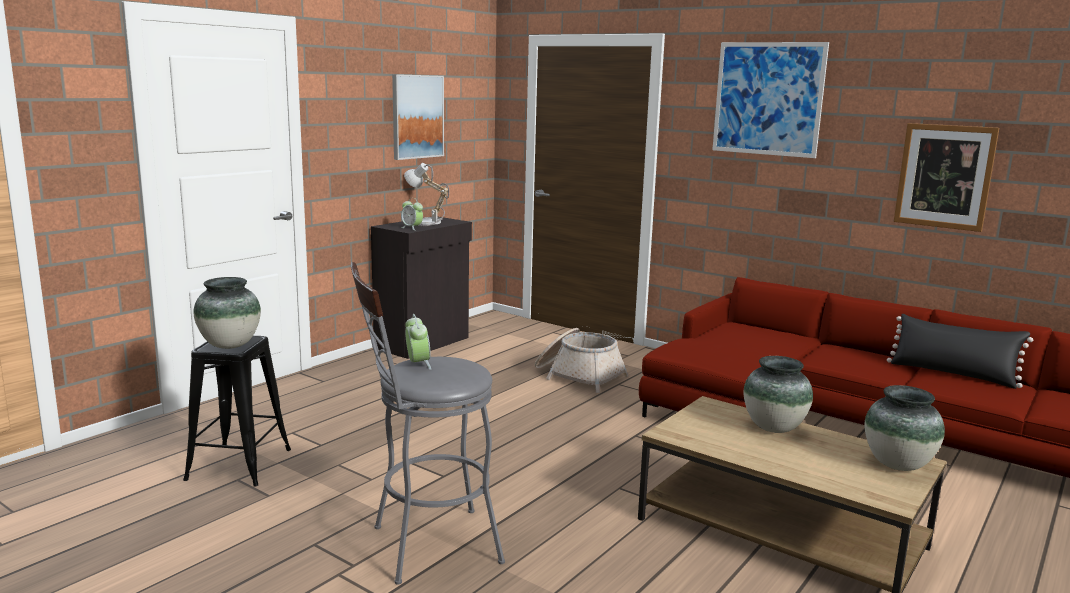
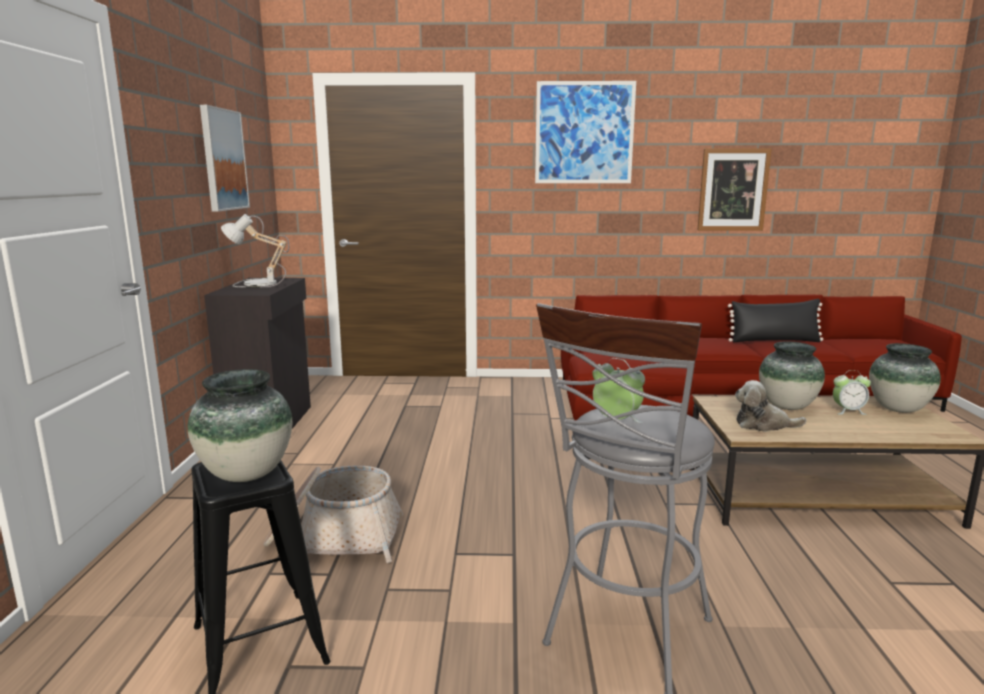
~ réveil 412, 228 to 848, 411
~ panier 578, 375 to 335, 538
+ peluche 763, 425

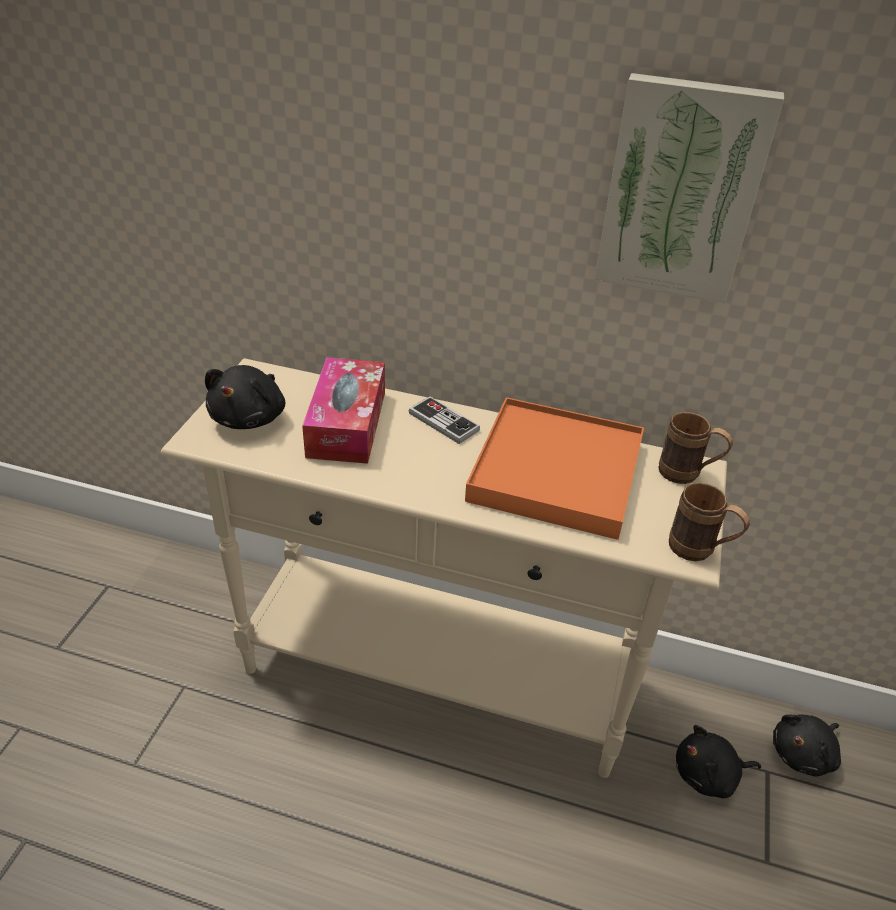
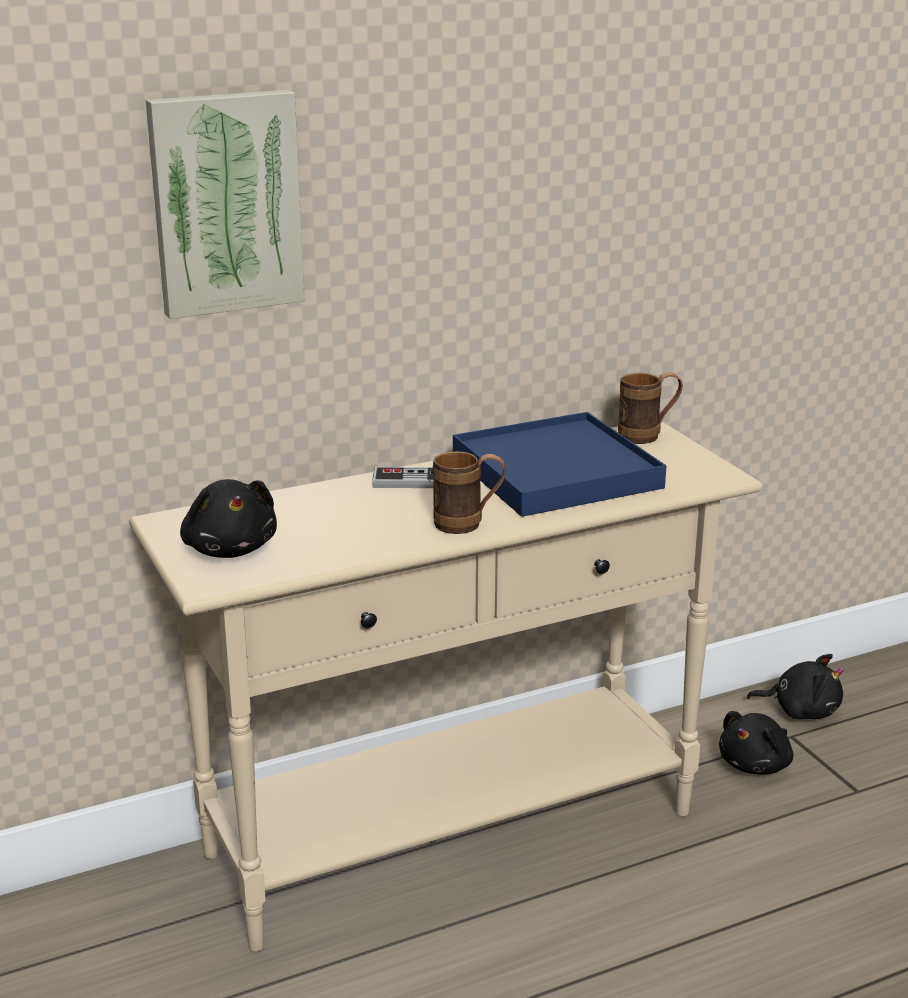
- boîte à mouchoirs 347, 424
~ plateau (orange) 555, 472 to plateau (bleu) 556, 472
~ tableau 681, 190 to 225, 202
~ mug (marron) 699, 552 to 469, 524
~ peluche (noir) 803, 754 = 801, 710 90 degrees counterclockwise

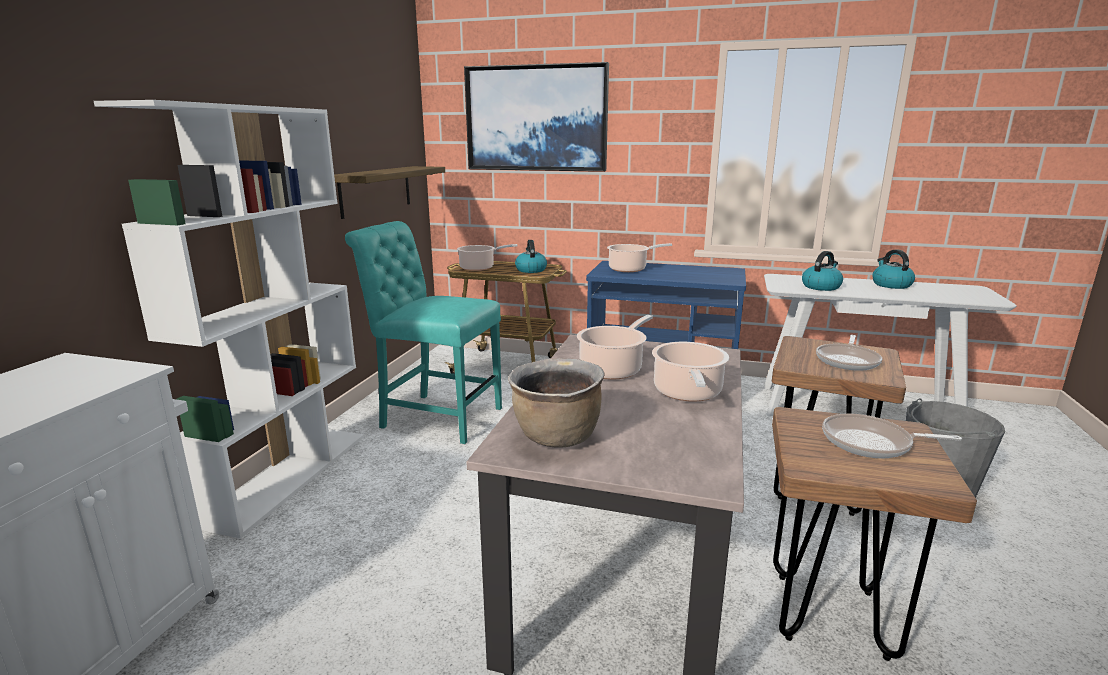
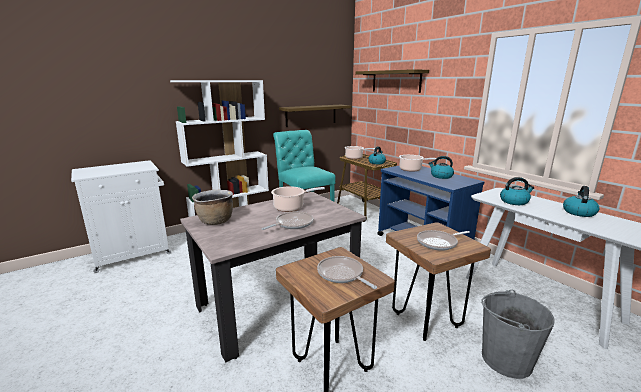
~ tableau 536, 118 to étagère 396, 81
~ marmite 687, 393 to poêle 292, 224
+ bouilloire 441, 176

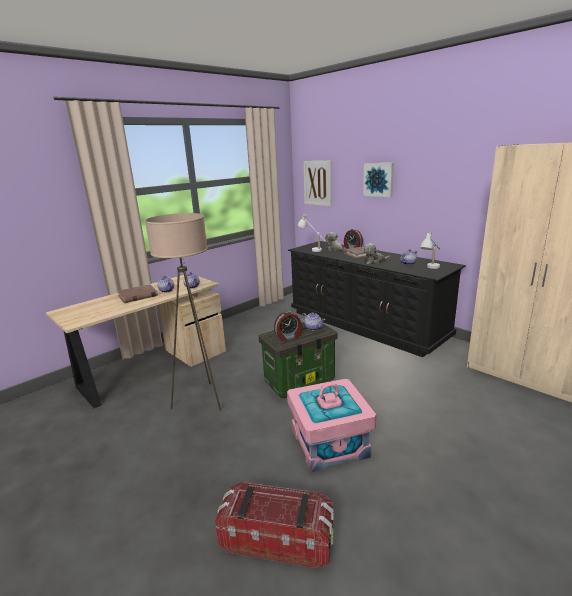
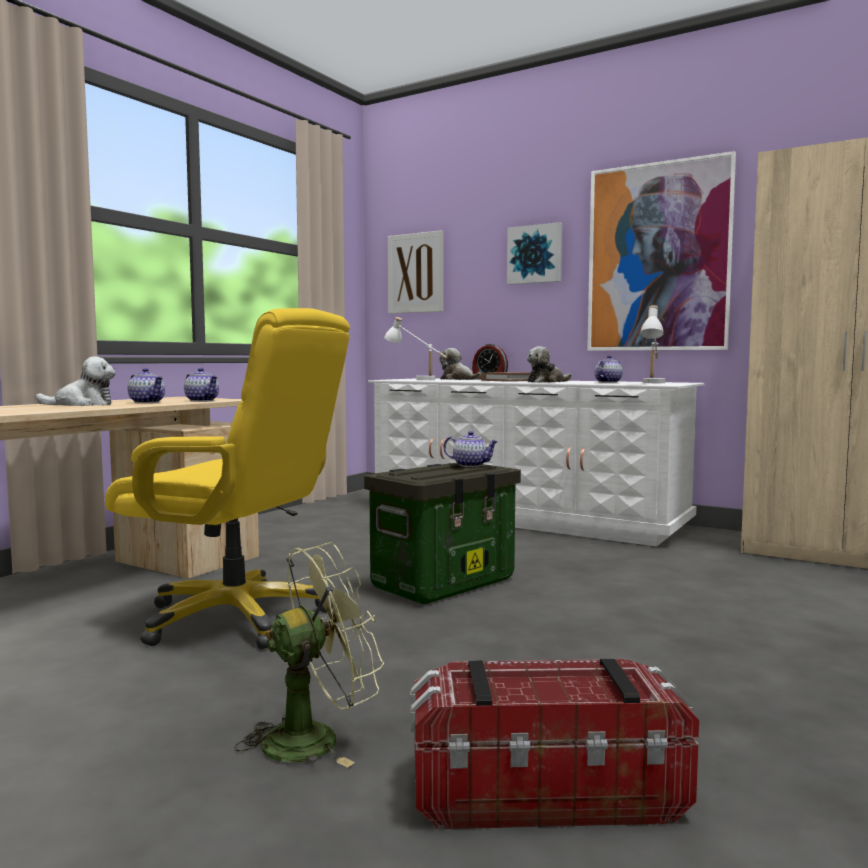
~ livre (marron) 138, 296 to peluche 82, 405
~ lampadaire (beige) 201, 400 to chaise de bureau (jaune) 237, 618
- réveil 288, 337
- boîte de rangement (rose) 329, 442
~ commode (noir) 365, 324 to commode (blanc) 524, 517
+ ventilateur (vert) 315, 738
+ tableau 658, 257

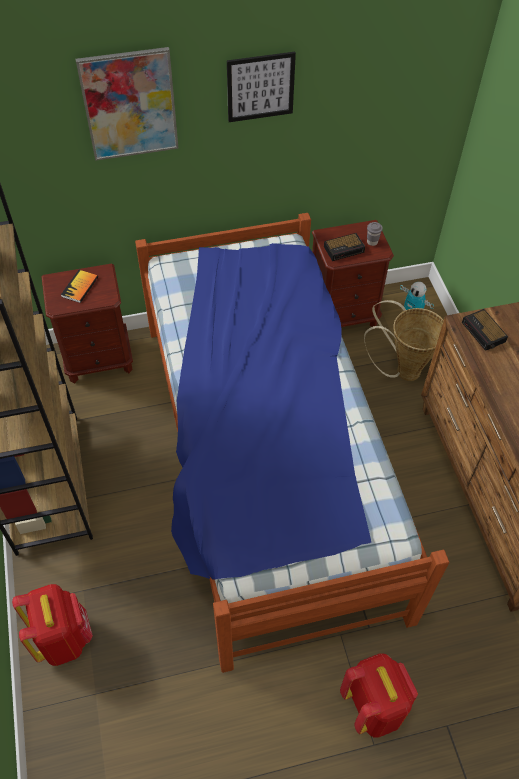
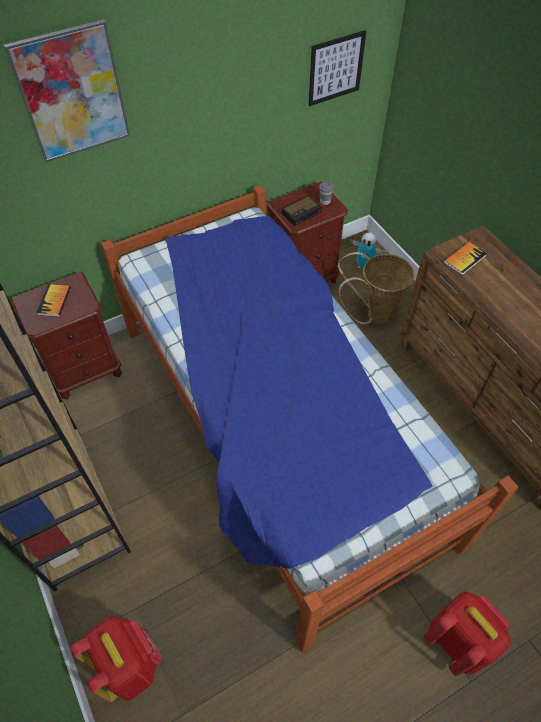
~ tableau 260, 87 to 335, 68
~ réveil 484, 333 to livre 464, 259

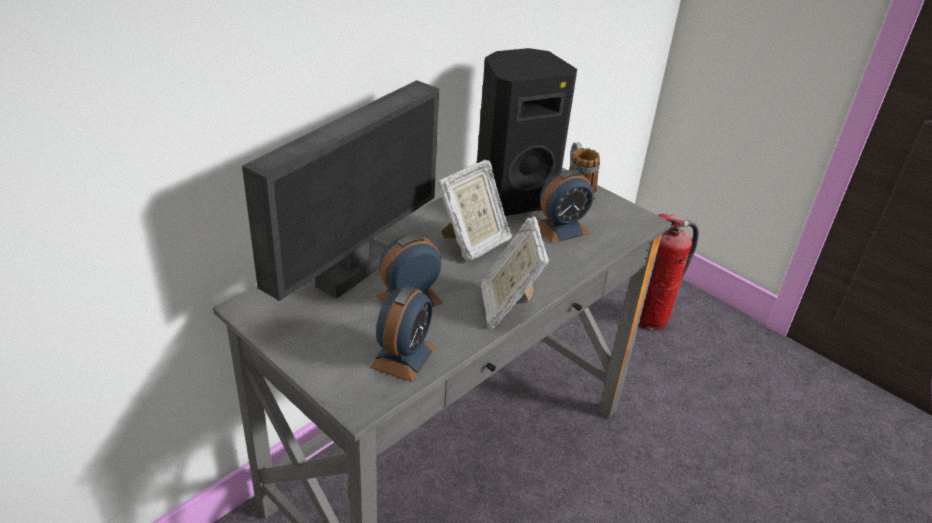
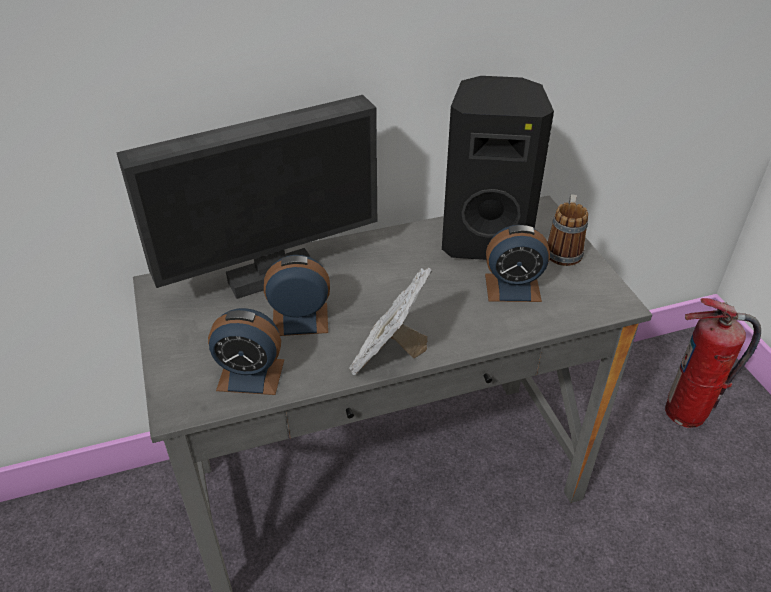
~ réveil 403, 356 = 250, 375 45 degrees clockwise
- cadre photo 473, 243

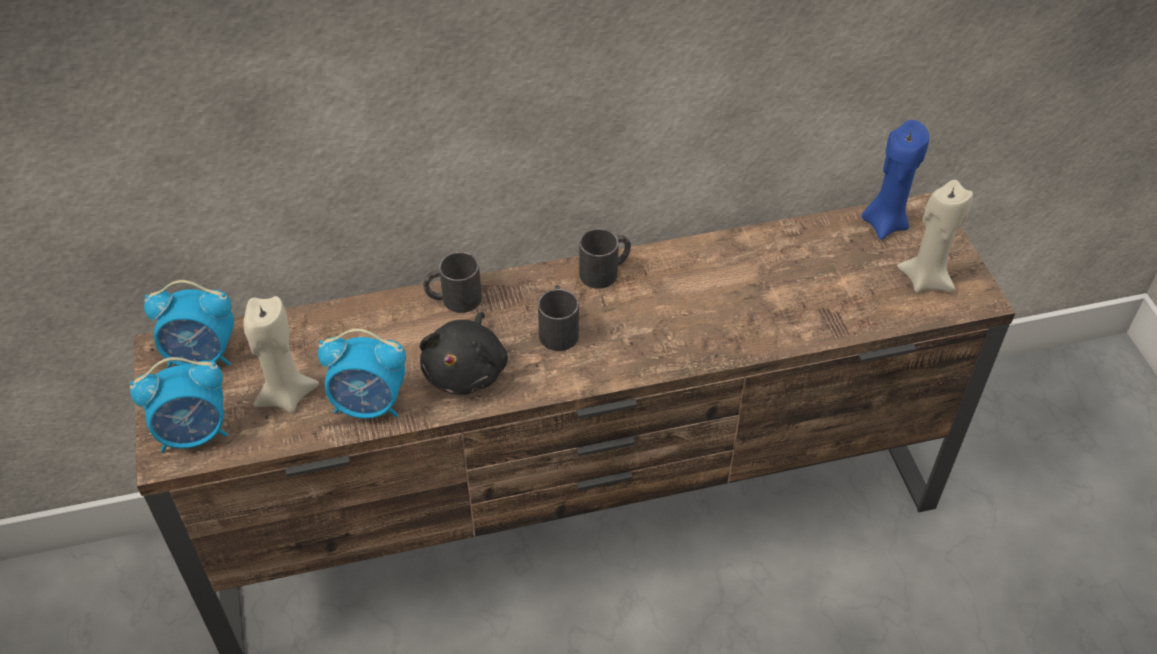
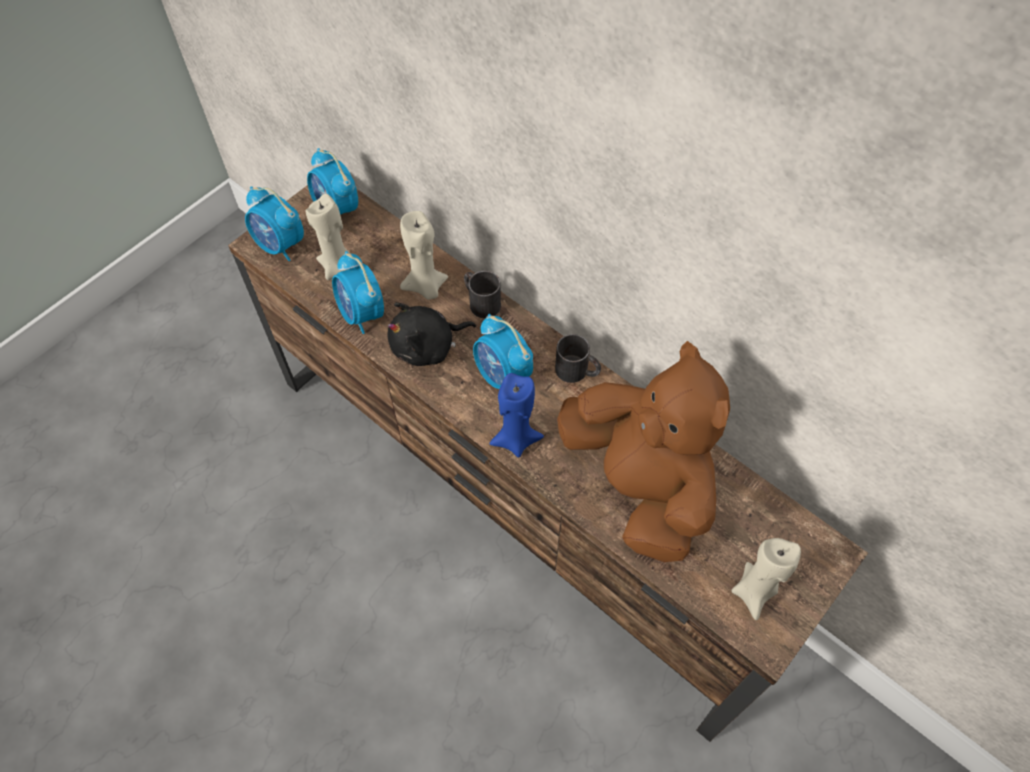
~ mug (noir) 558, 328 to réveil 502, 375
~ bougie (bleu) 884, 223 to 515, 439
+ bougie (beige) 425, 287
+ peluche (marron) 639, 485

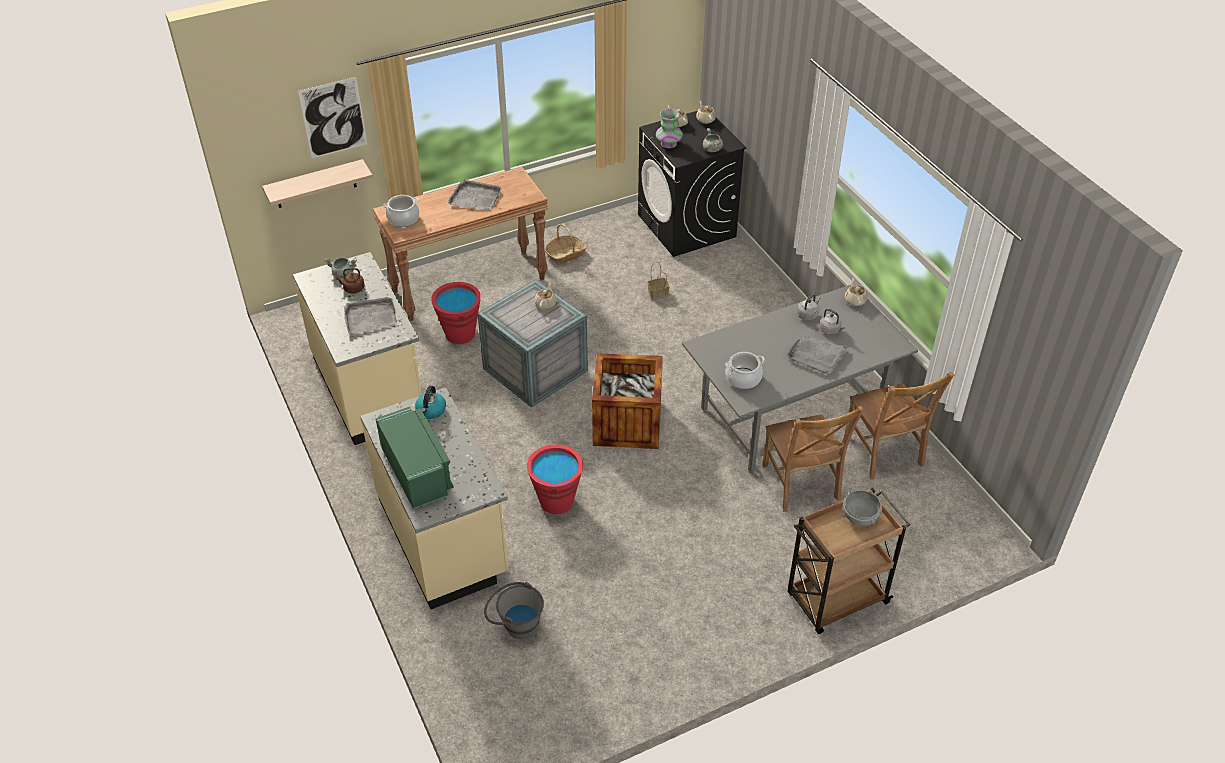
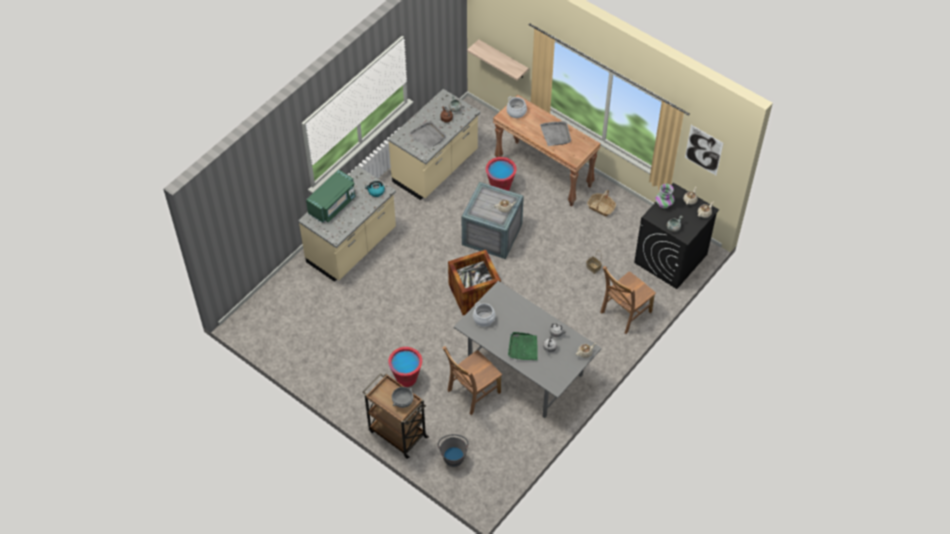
~ tableau 333, 118 to 703, 150
~ seau (gris) 515, 624 to 453, 455
~ seau (rouge) 556, 501 to 406, 378
~ plateau (gris) 817, 355 to plateau (vert) 523, 348
~ chaise (marron) 884, 453 to 624, 313

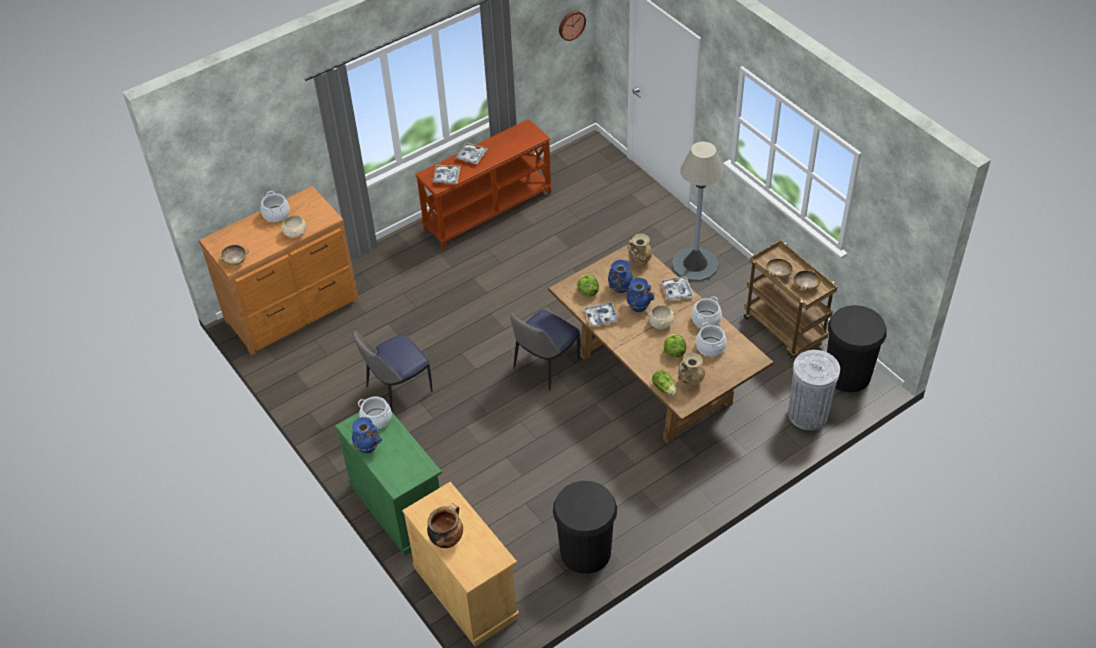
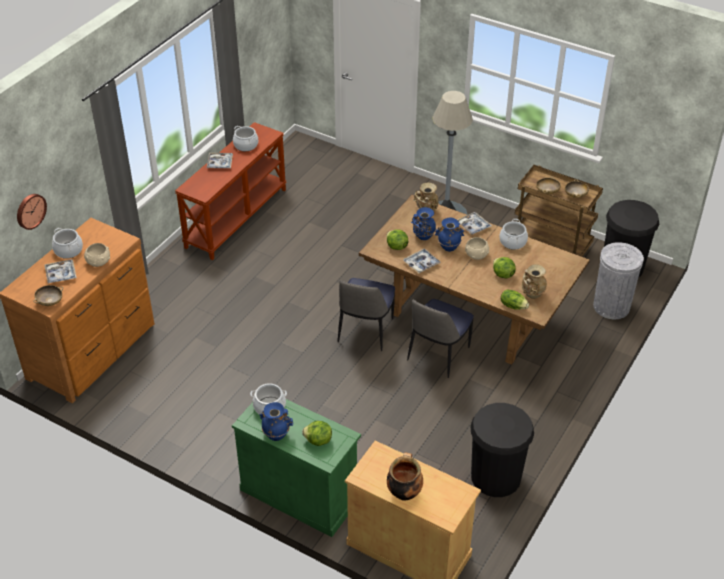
~ chaise 397, 390 to 437, 355
~ plateau 446, 177 to 61, 274
~ horloge murale 571, 25 to 30, 211
~ marmite 710, 347 to 246, 145
+ laitue 318, 441

